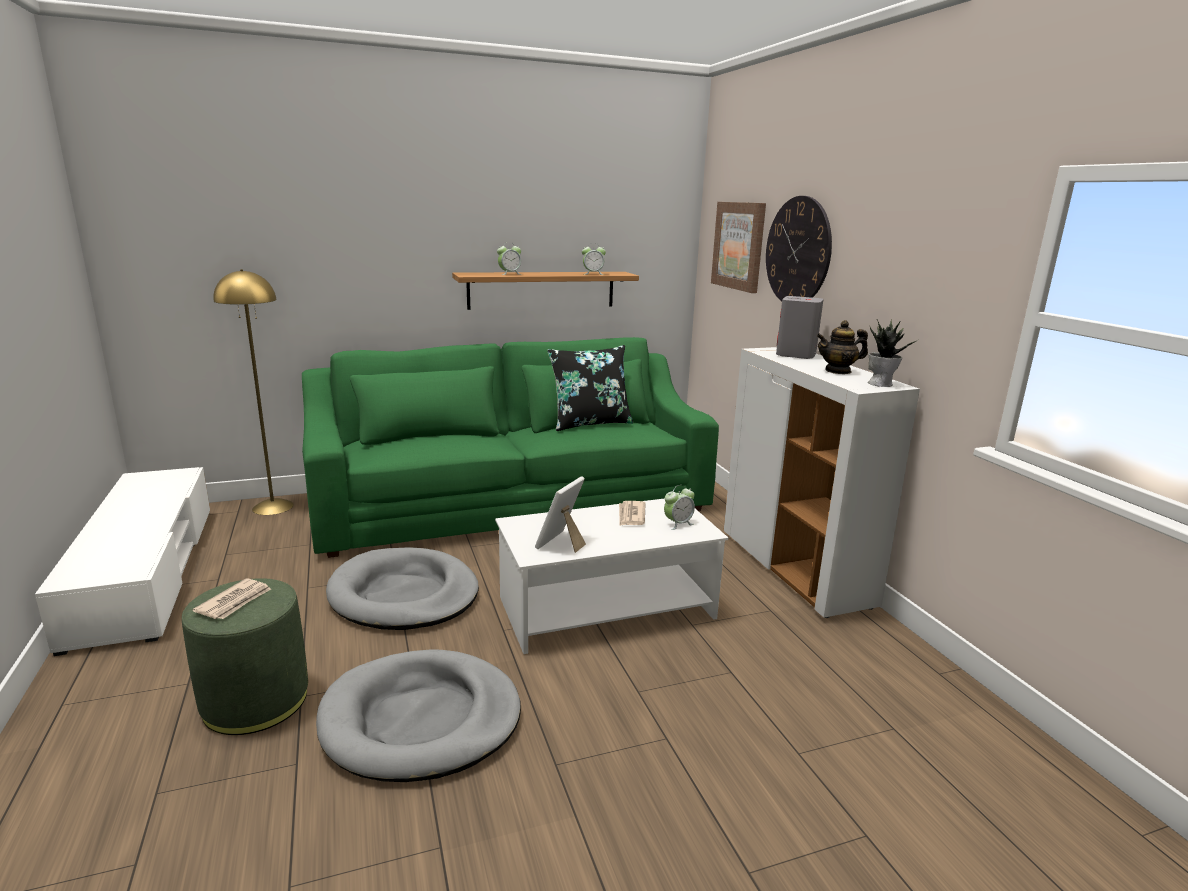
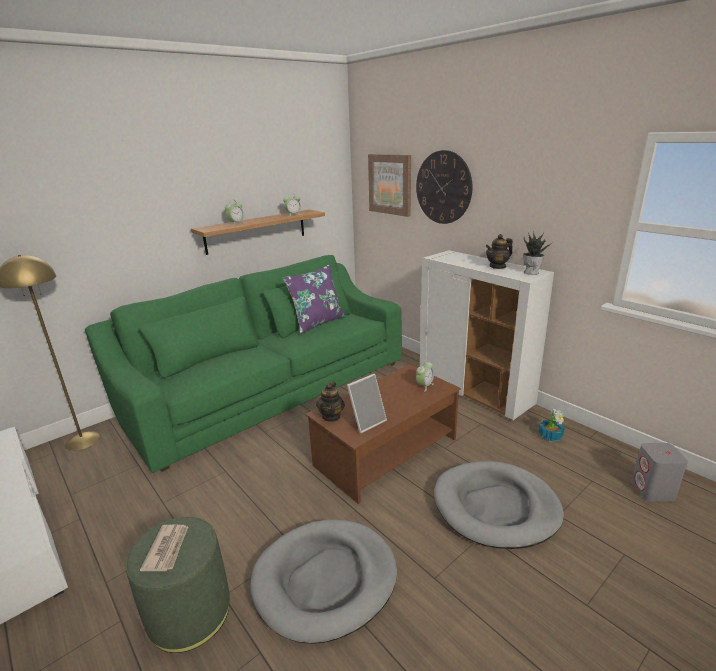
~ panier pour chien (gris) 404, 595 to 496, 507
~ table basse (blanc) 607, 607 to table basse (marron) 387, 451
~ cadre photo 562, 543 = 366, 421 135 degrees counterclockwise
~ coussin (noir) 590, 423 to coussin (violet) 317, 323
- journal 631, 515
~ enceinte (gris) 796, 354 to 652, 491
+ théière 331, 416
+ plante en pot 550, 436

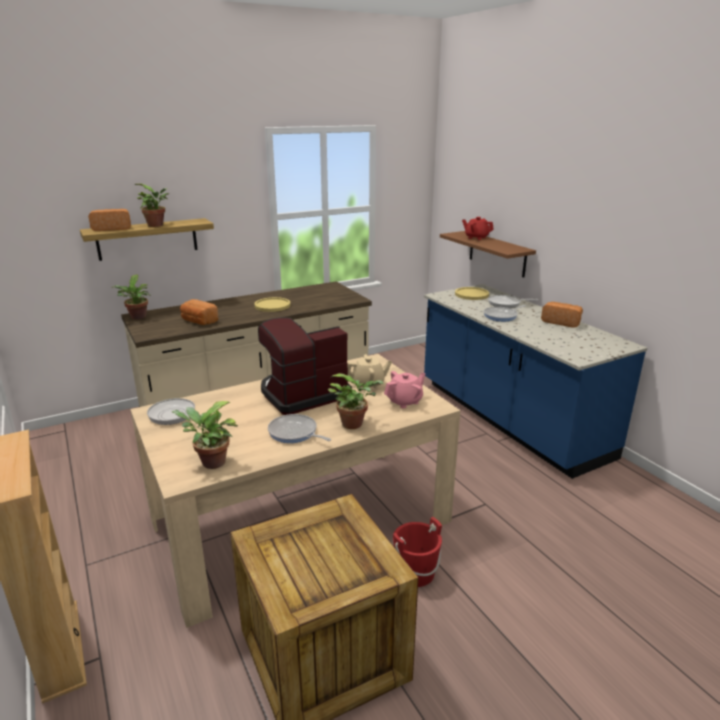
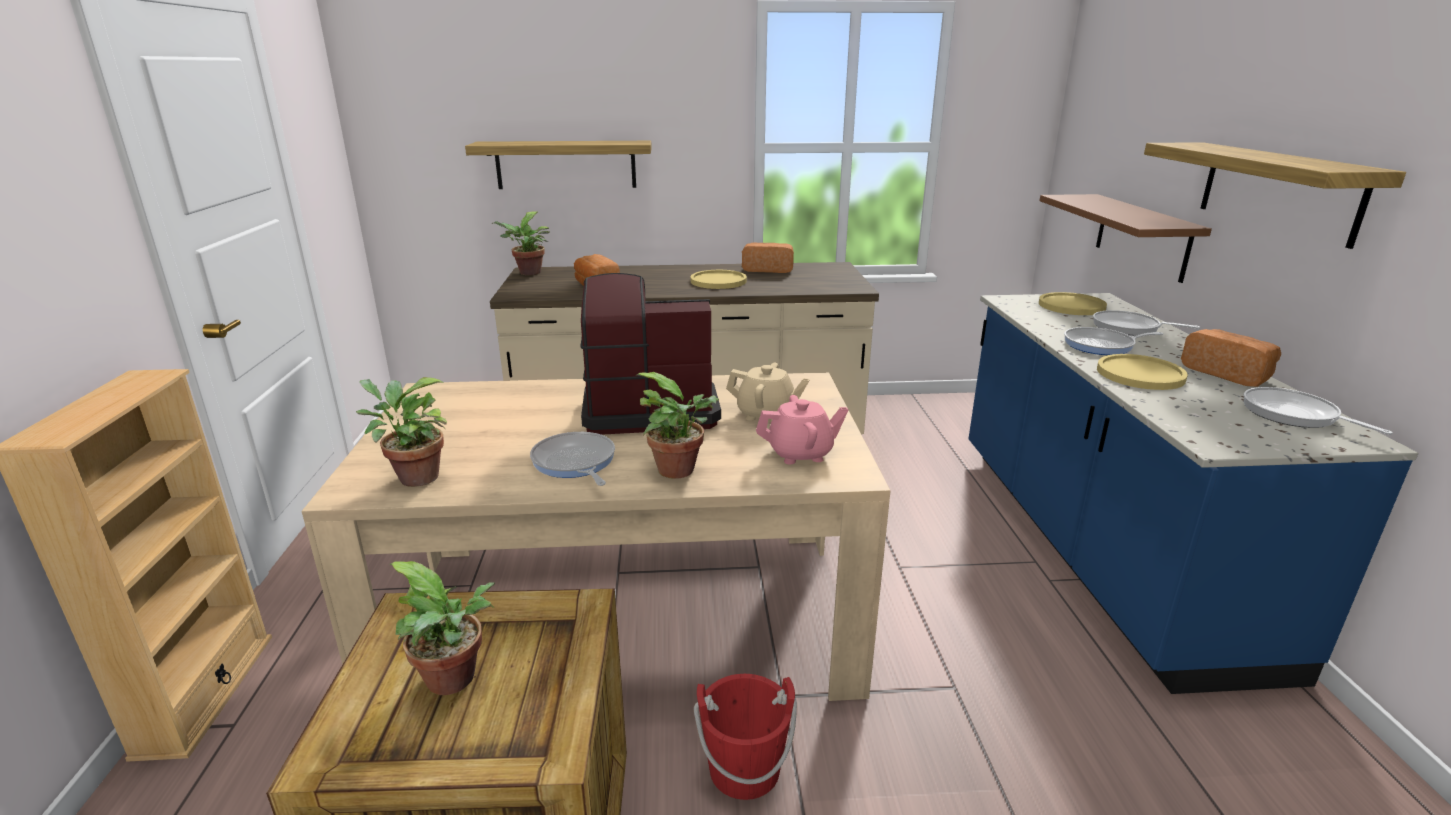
~ pain 112, 229 to 768, 269
~ plante en pot 157, 225 to 456, 680
~ poêle 174, 416 to 1294, 415
- théière (rouge) 476, 237
+ assiette (jaune) 1140, 374
+ étagère 1278, 191

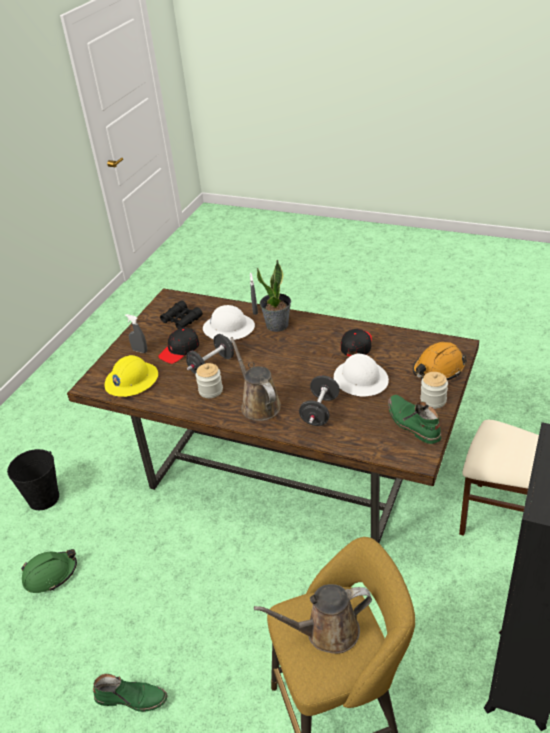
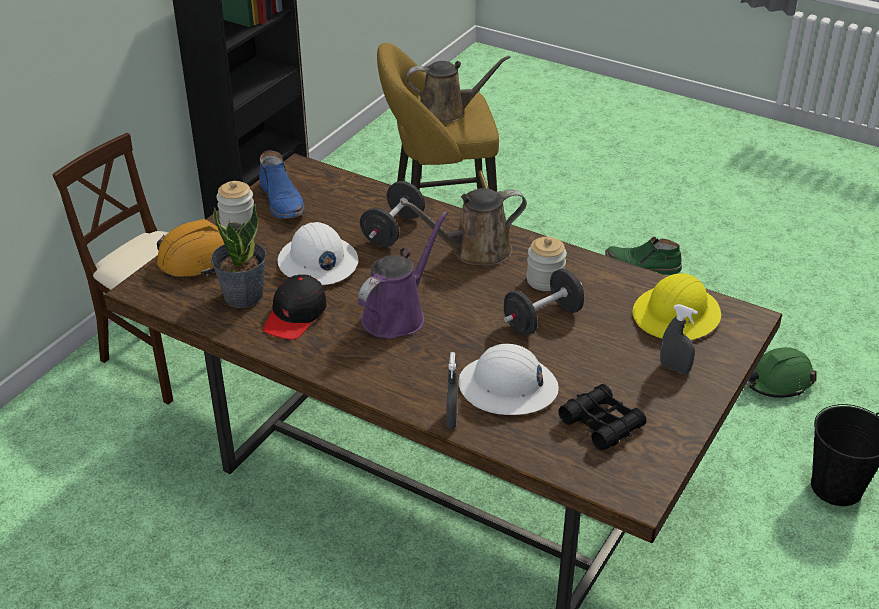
- casquette (noir) 179, 350
~ arrosoir (marron) 258, 404 = 475, 251 90 degrees clockwise
~ plante en pot 277, 325 to 243, 295
~ botte (vert) 412, 423 to botte (bleu) 283, 201
+ arrosoir (violet) 397, 315

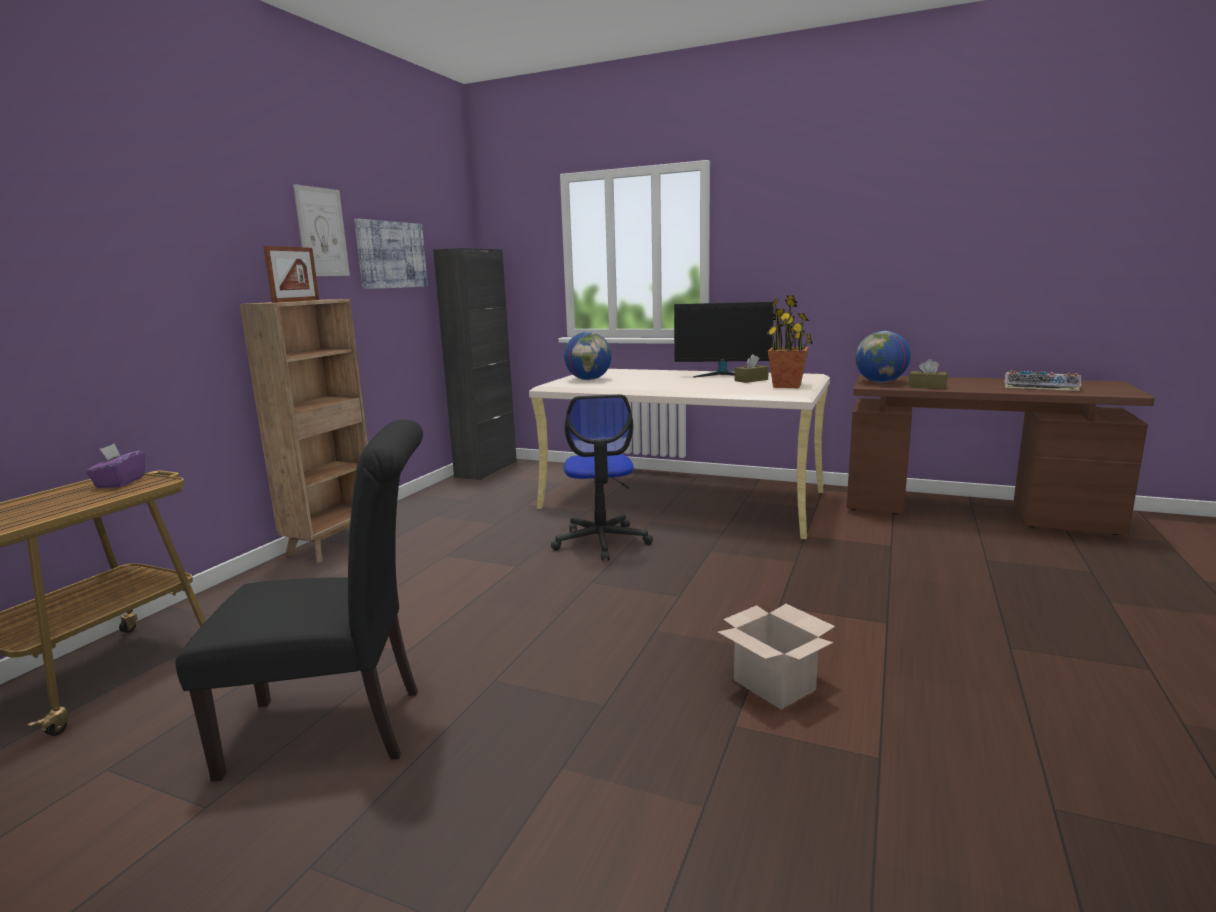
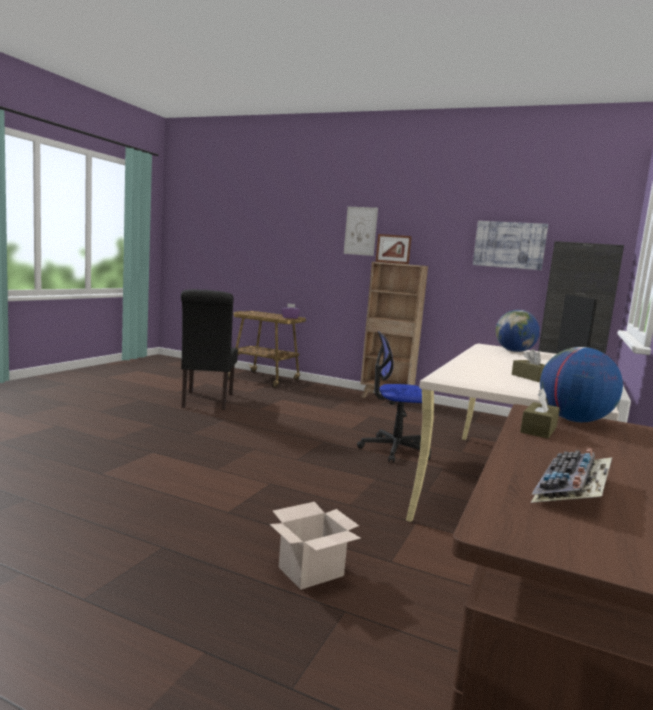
~ tableau 322, 232 to 360, 231
~ carton 776, 685 to 310, 572
- plante en pot 787, 386

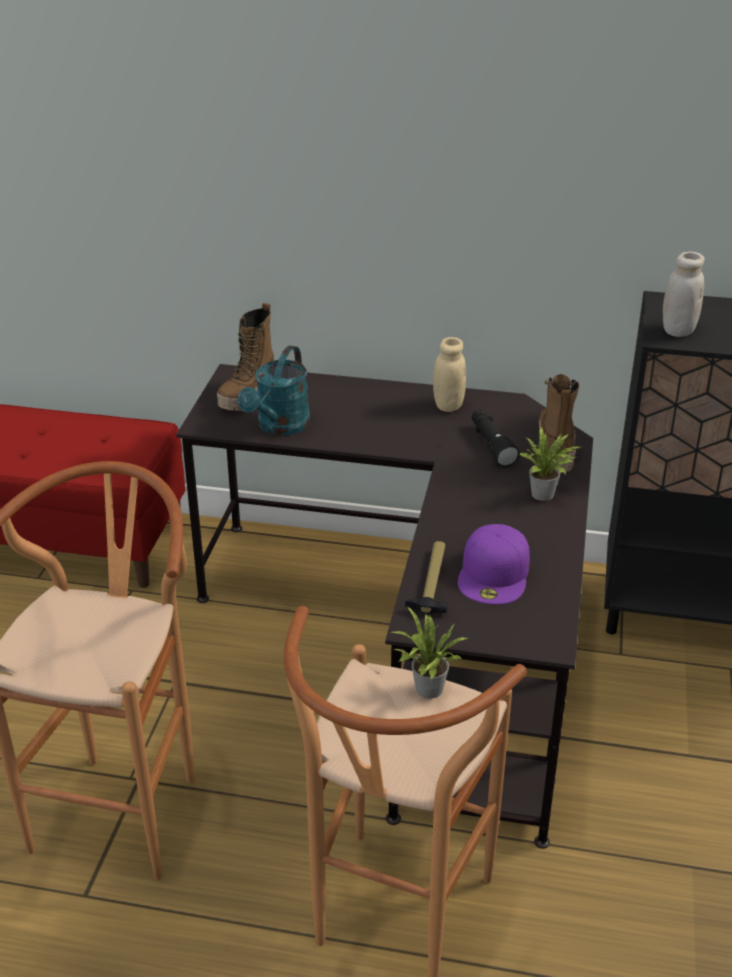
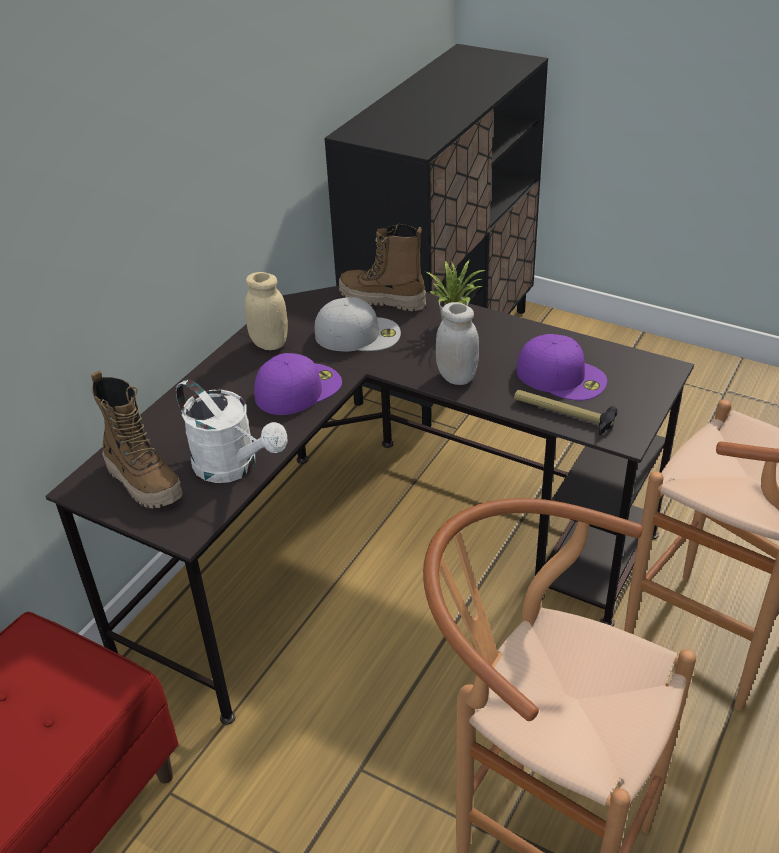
~ arrosoir (turquoise) 279, 427 to arrosoir (blanc) 234, 467
- plante en pot 426, 690
~ lampe de poche (noir) 491, 445 to casquette (blanc) 358, 334
~ bocal (blanc) 678, 330 to 456, 377
+ casquette (violet) 298, 388

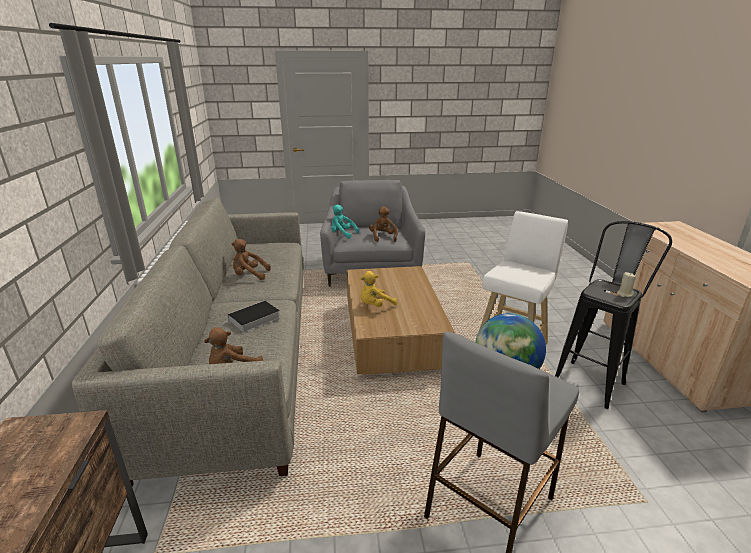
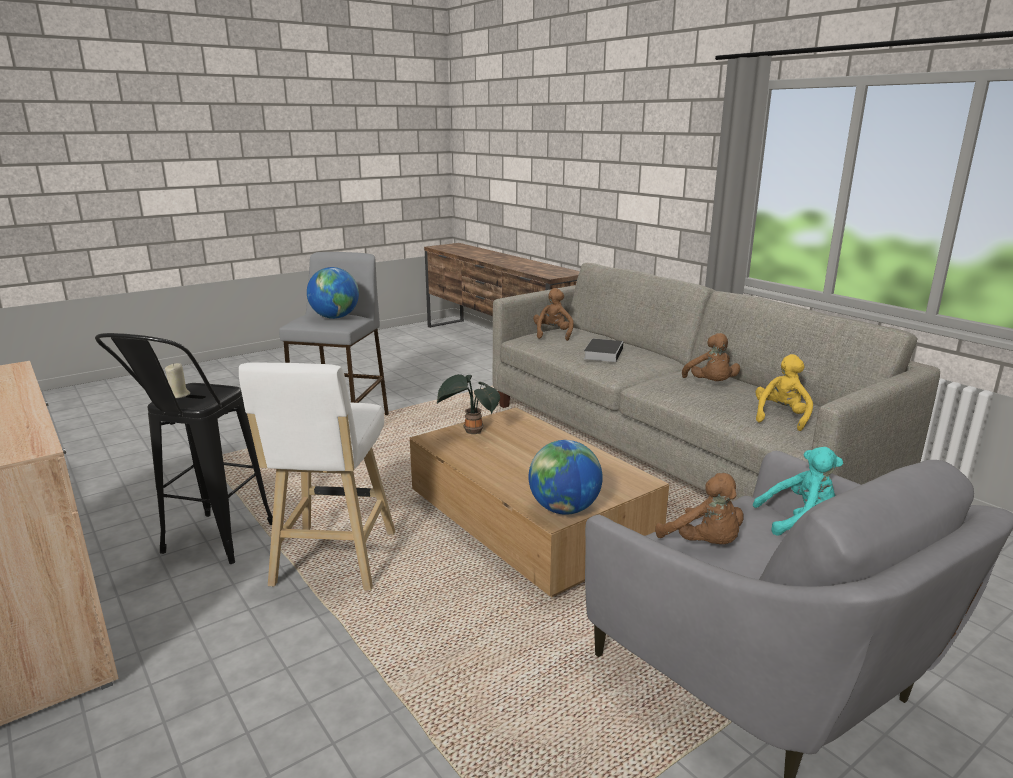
~ peluche (marron) 249, 275 = 710, 384 105 degrees clockwise
~ peluche (jaune) 375, 305 to 781, 417
+ plante en pot 471, 432
+ globe 564, 509

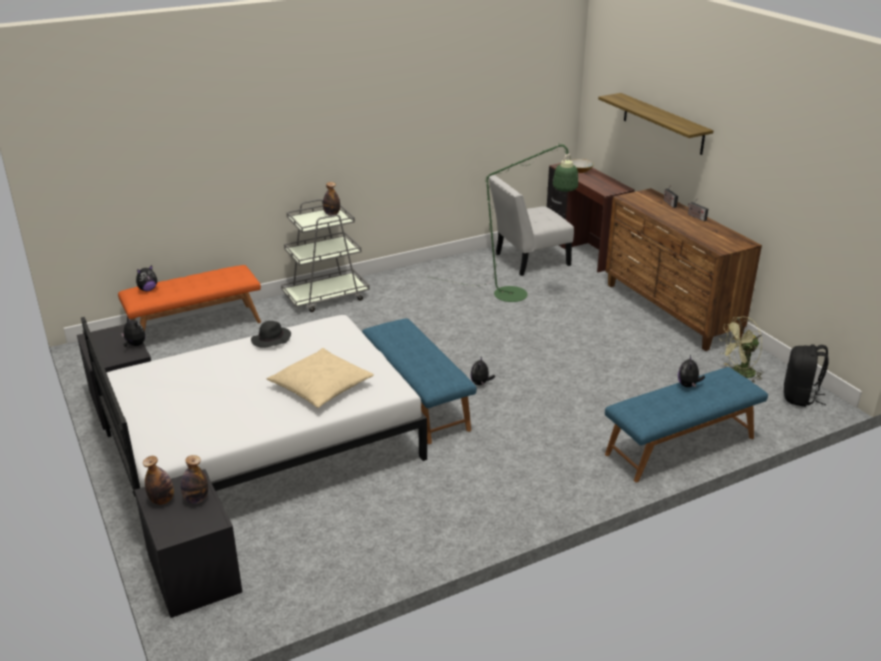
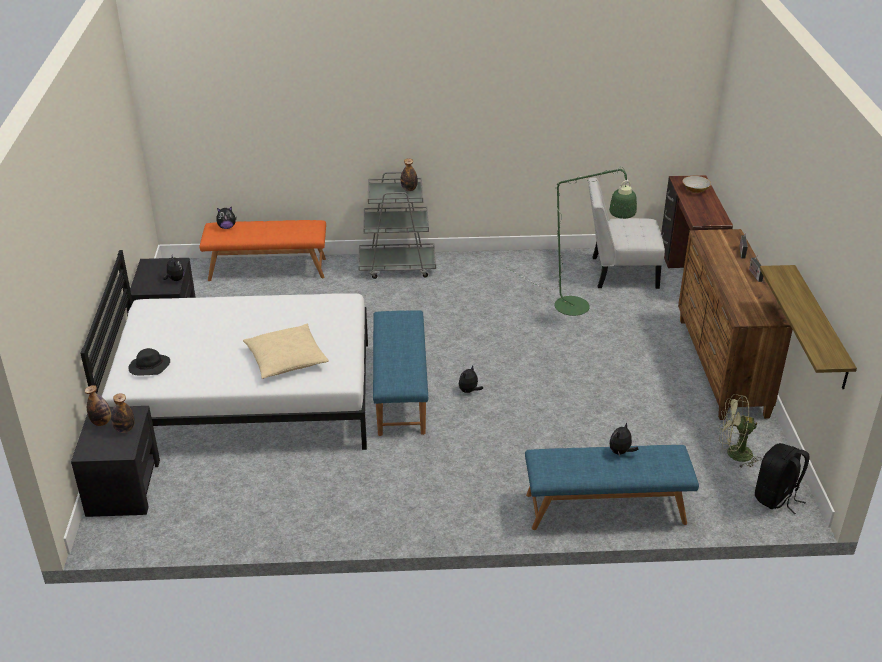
~ chapeau (noir) 271, 340 to 149, 367
~ étagère 663, 123 to 820, 327

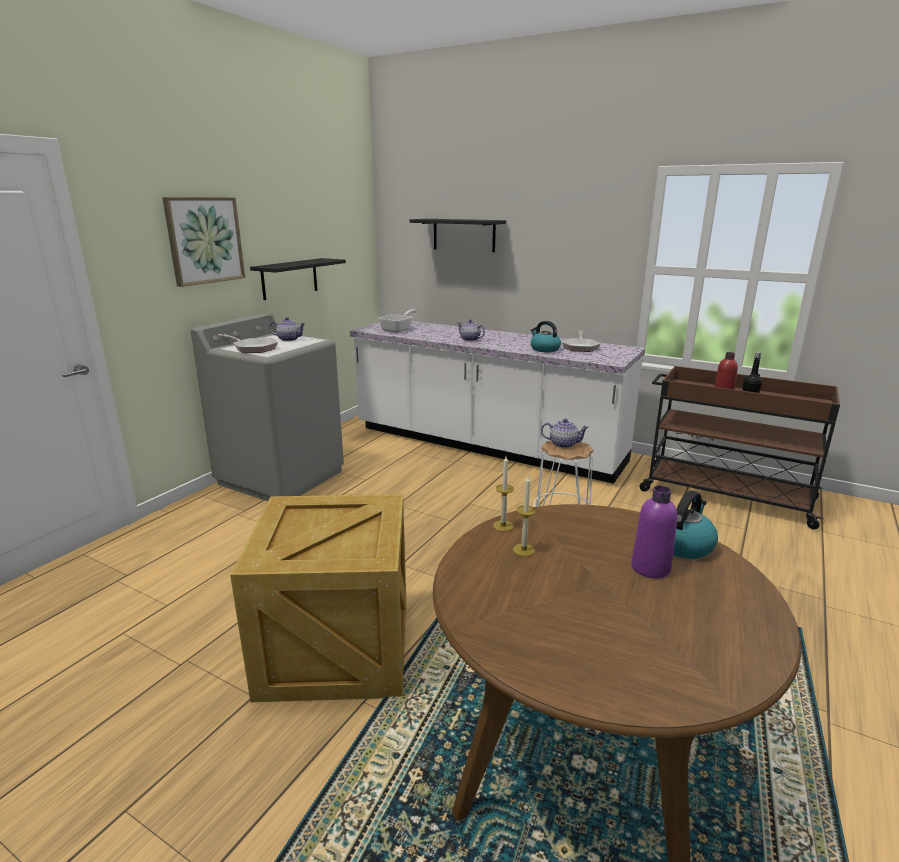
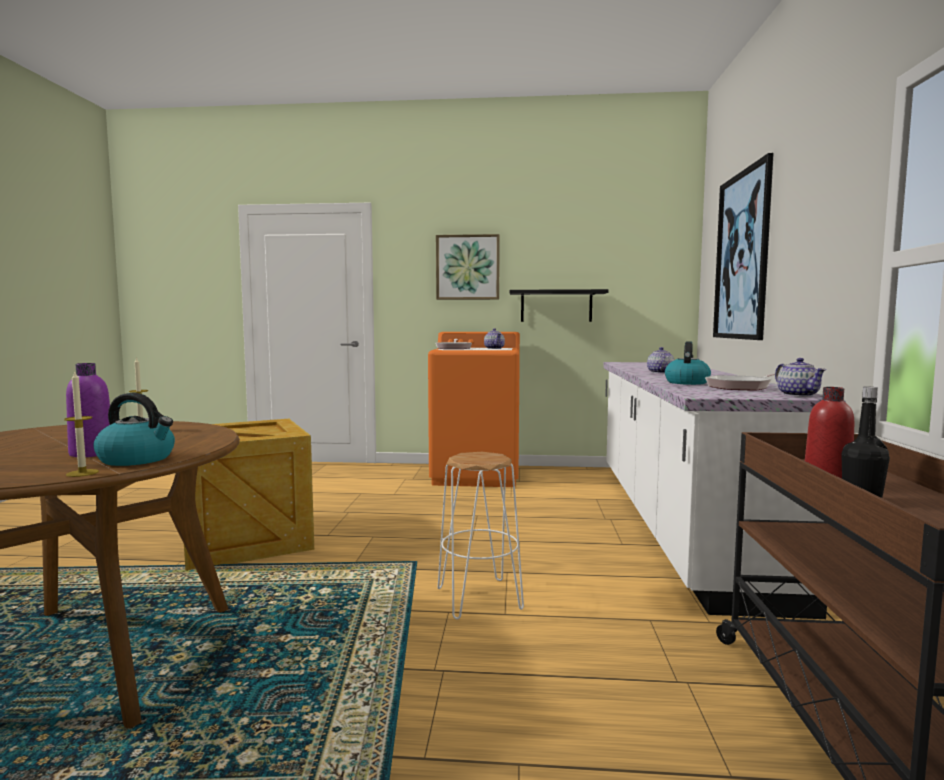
~ lave-linge (gris) 281, 477 to lave-linge (orange) 477, 475
- poêle 398, 329
~ étagère (noir) 464, 235 to tableau 742, 256
~ bougie 503, 526 to 82, 473
~ théière 563, 444 to 798, 395

